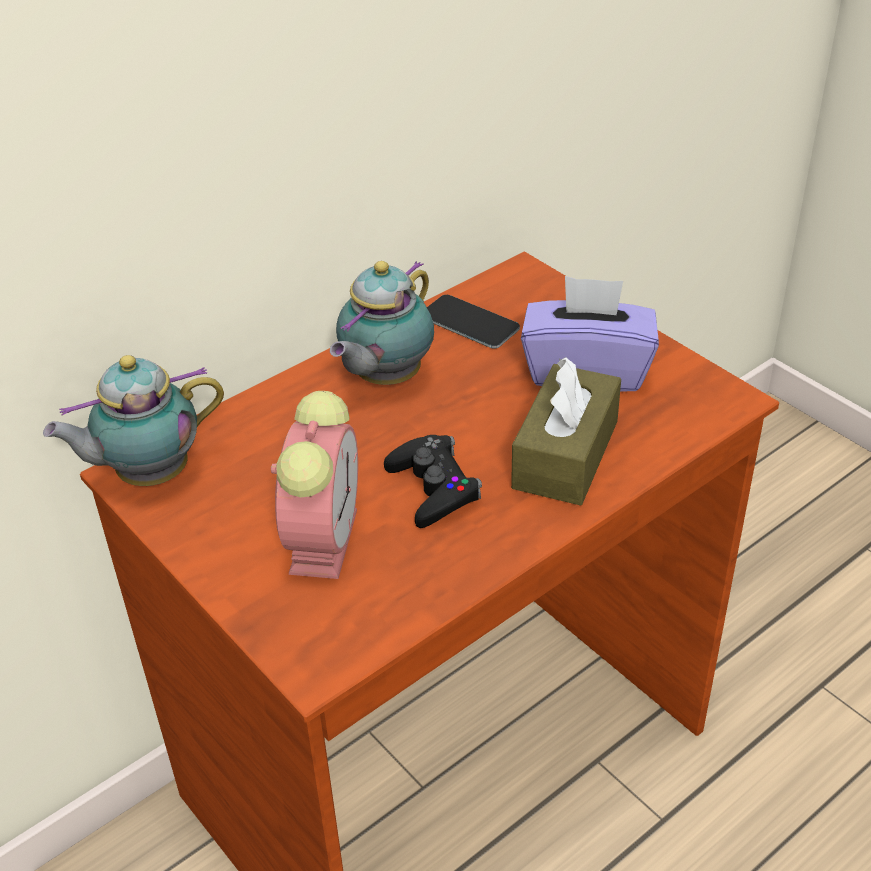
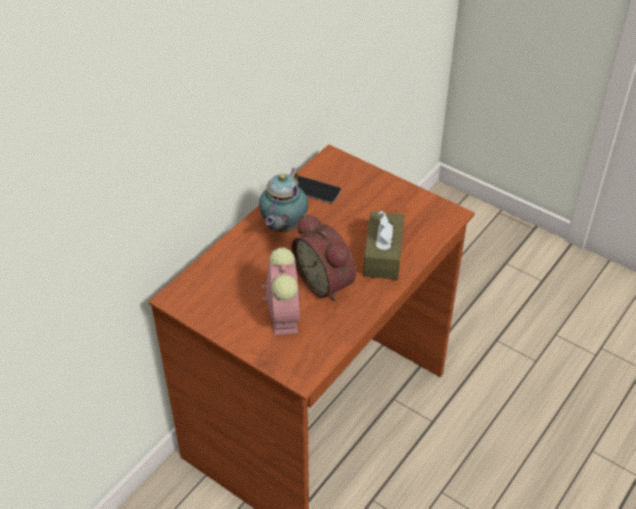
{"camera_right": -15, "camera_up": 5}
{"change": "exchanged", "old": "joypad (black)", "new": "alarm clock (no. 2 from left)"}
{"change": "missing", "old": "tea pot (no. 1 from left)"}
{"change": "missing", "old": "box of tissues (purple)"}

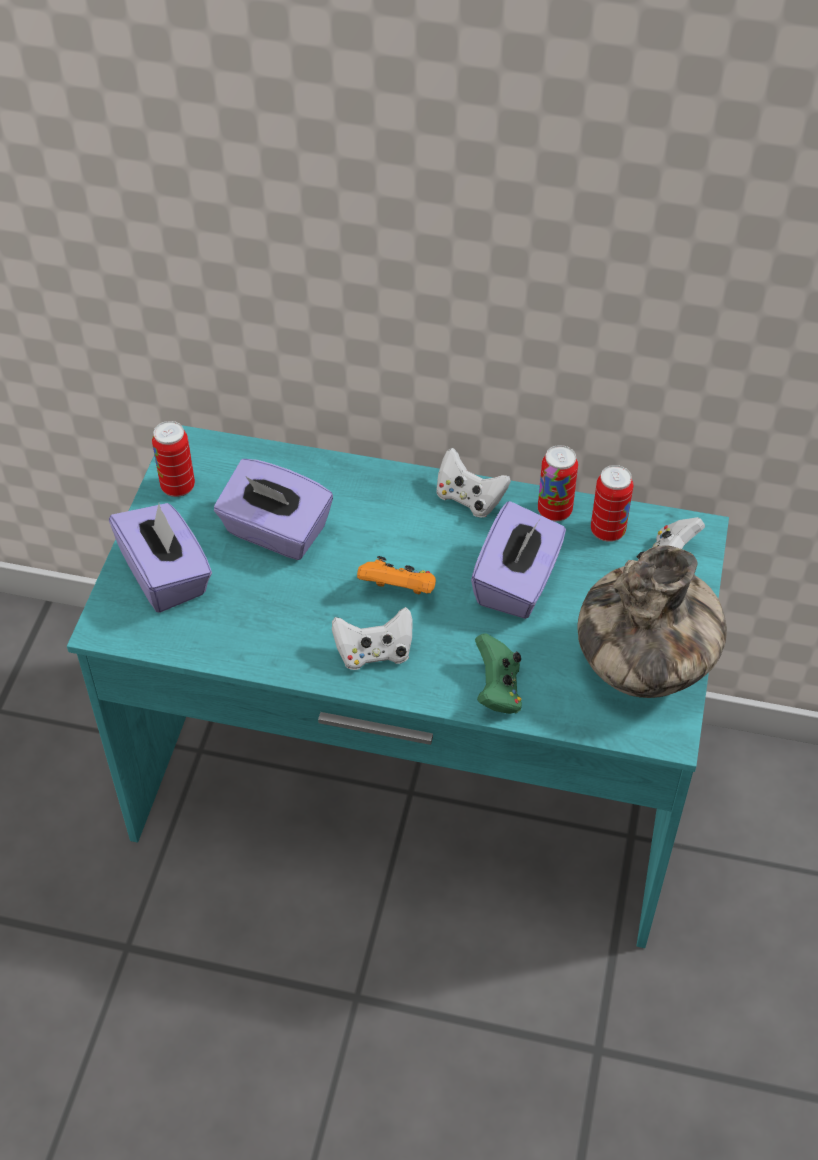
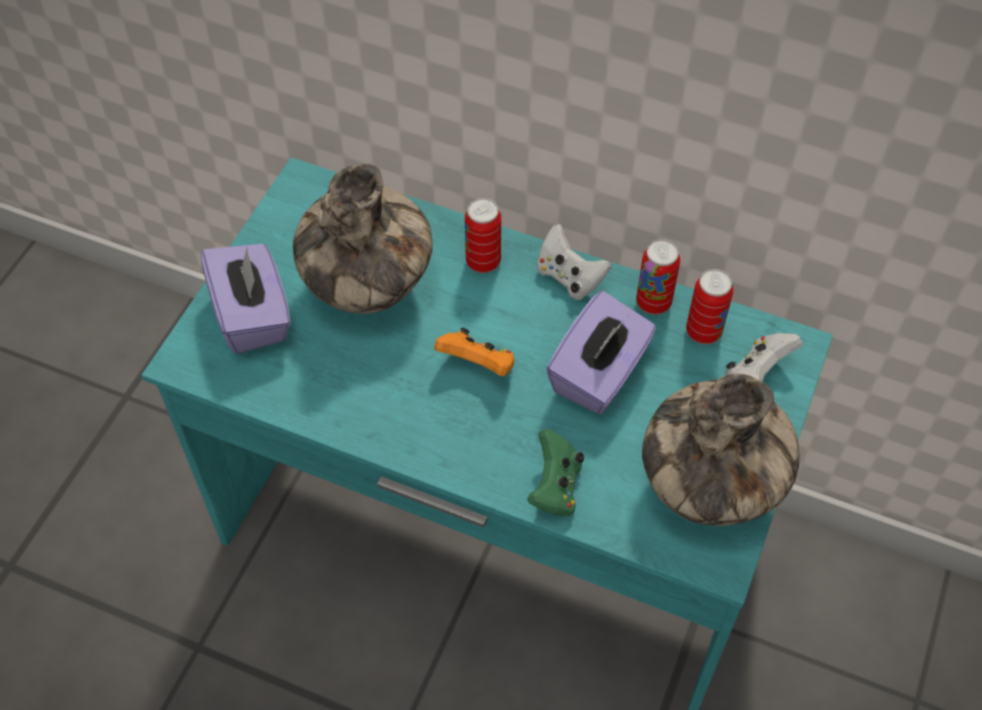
{"camera_right": 10, "camera_up": 5}
{"change": "exchanged", "old": "box of tissues (purple) (no. 2 from left)", "new": "flower vase (no. 1 from left)"}
{"change": "relocated", "old": "sealed can (no. 1 from left)"}
{"change": "missing", "old": "joypad (whitish) (no. 1 from left)"}

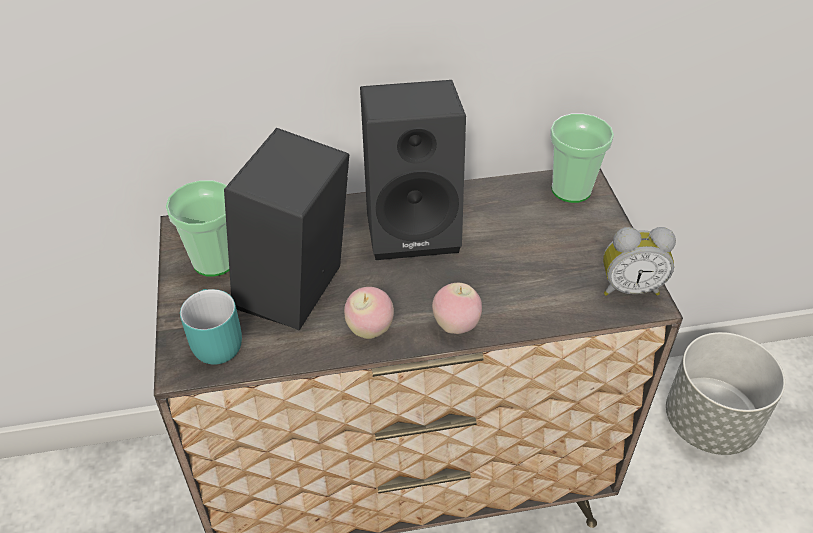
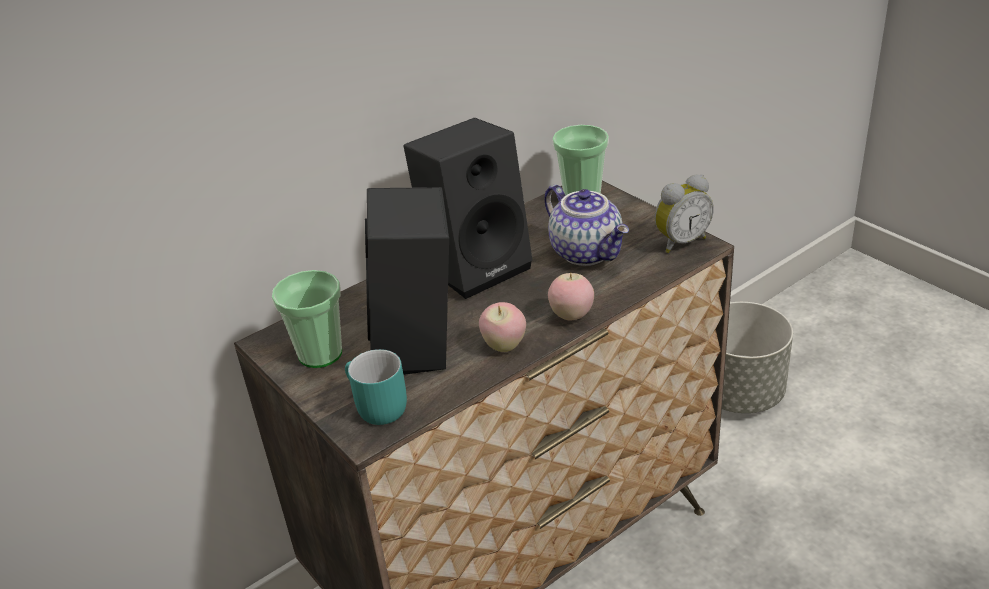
{"camera_right": -25, "camera_up": -10}
{"change": "appeared", "new": "tea pot"}

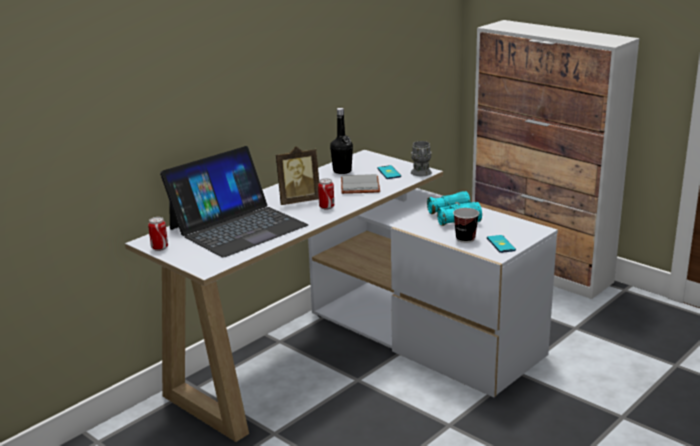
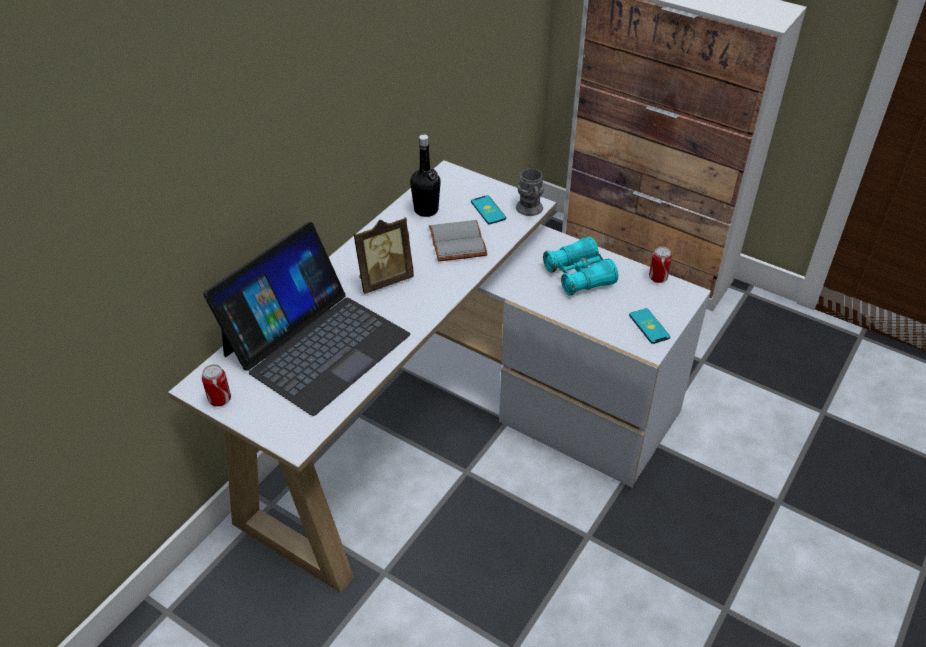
{"camera_right": -10, "camera_up": 20}
{"change": "relocated", "old": "sealed can (no. 2 from left)"}
{"change": "missing", "old": "small cup"}

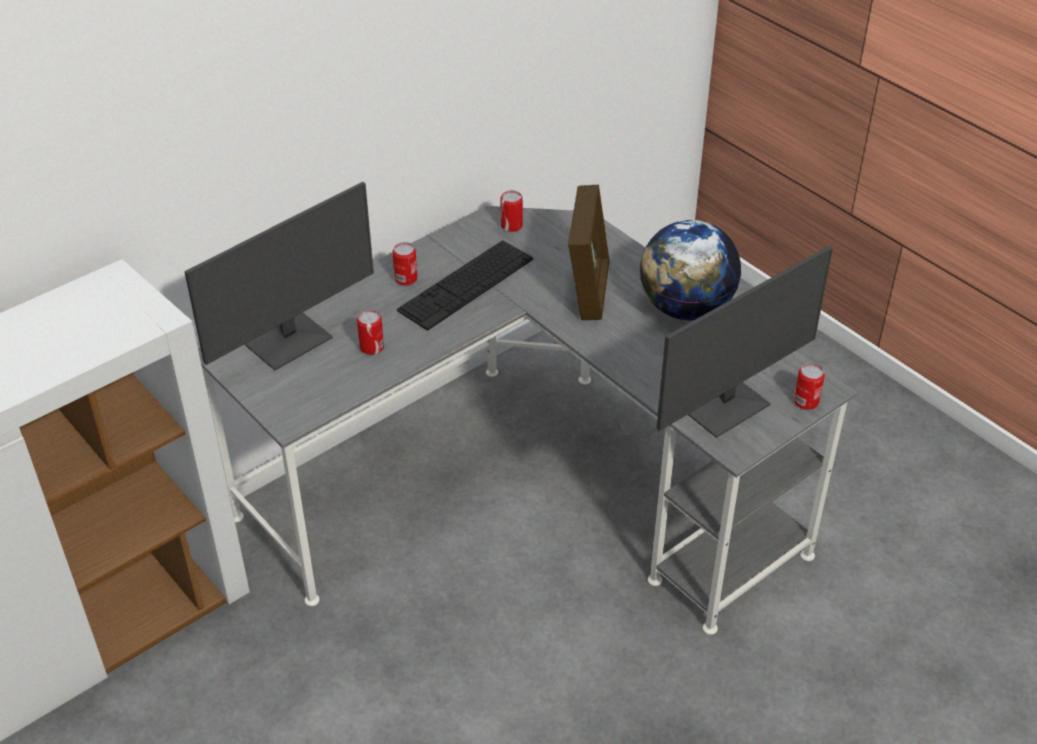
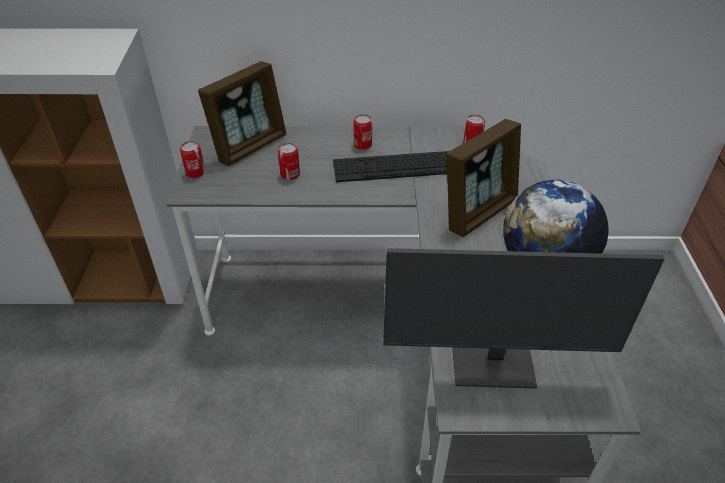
{"camera_right": 40, "camera_up": 0}
{"change": "relocated", "old": "sealed can (no. 4 from left in the first image)", "new": "sealed can (no. 1 from left)"}
{"change": "exchanged", "old": "computer screen (no. 1 from left)", "new": "standing frame (no. 1 from left)"}

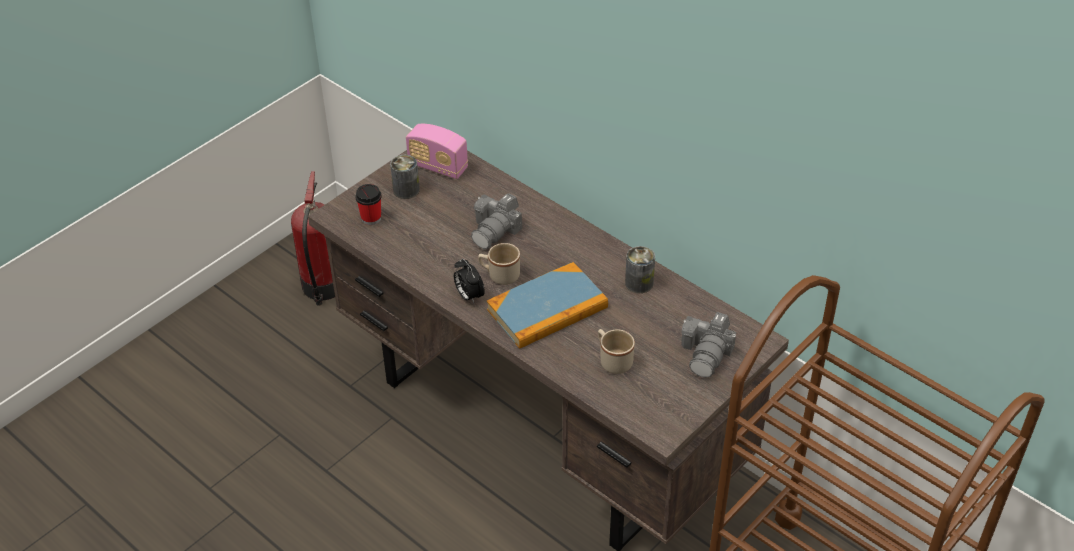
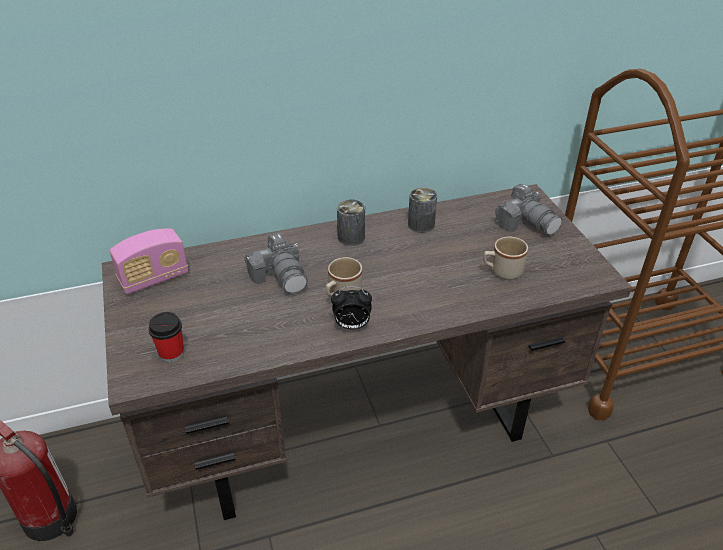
{"camera_right": -60, "camera_up": -5}
{"change": "relocated", "old": "sealed can (no. 1 from left)"}
{"change": "missing", "old": "volume"}

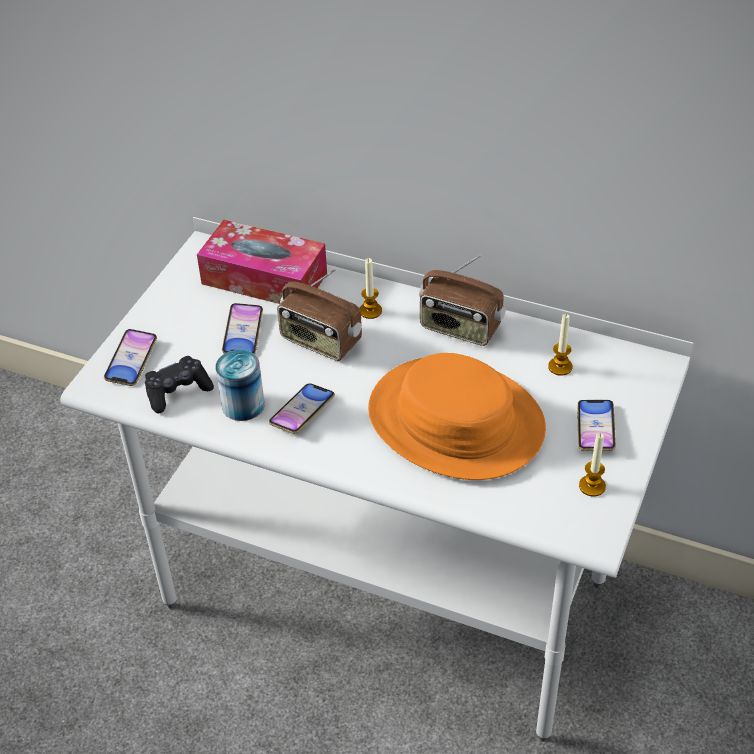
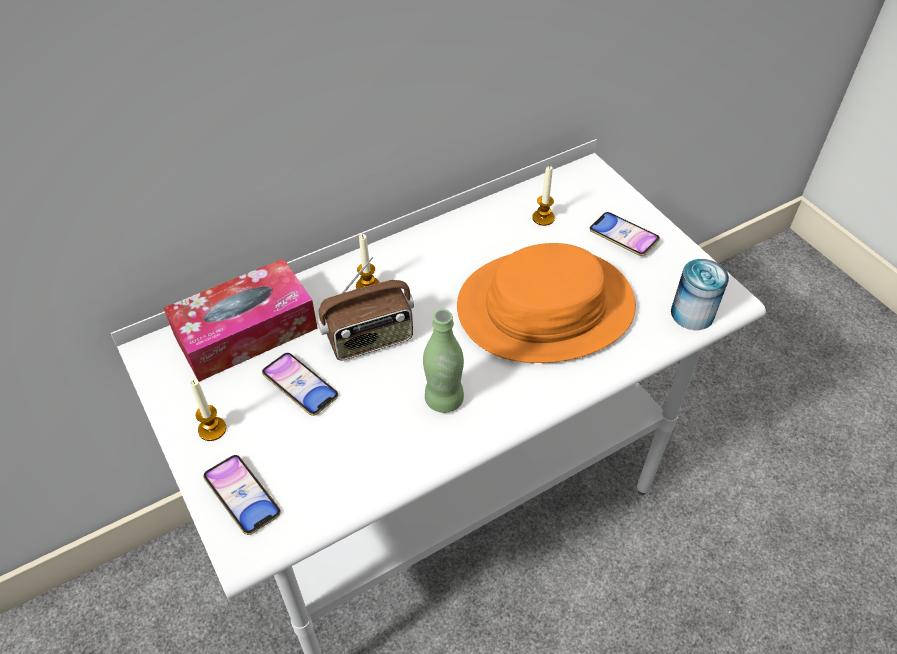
{"camera_right": -55, "camera_up": 5}
{"change": "relocated", "old": "candle (no. 3 from left in the first image)", "new": "candle (no. 1 from left)"}
{"change": "exchanged", "old": "handset (no. 3 from left)", "new": "beverage bottle (green-coloured)"}
{"change": "relocated", "old": "sealed can"}
{"change": "missing", "old": "joypad (black)"}
{"change": "missing", "old": "radio set (no. 2 from left)"}

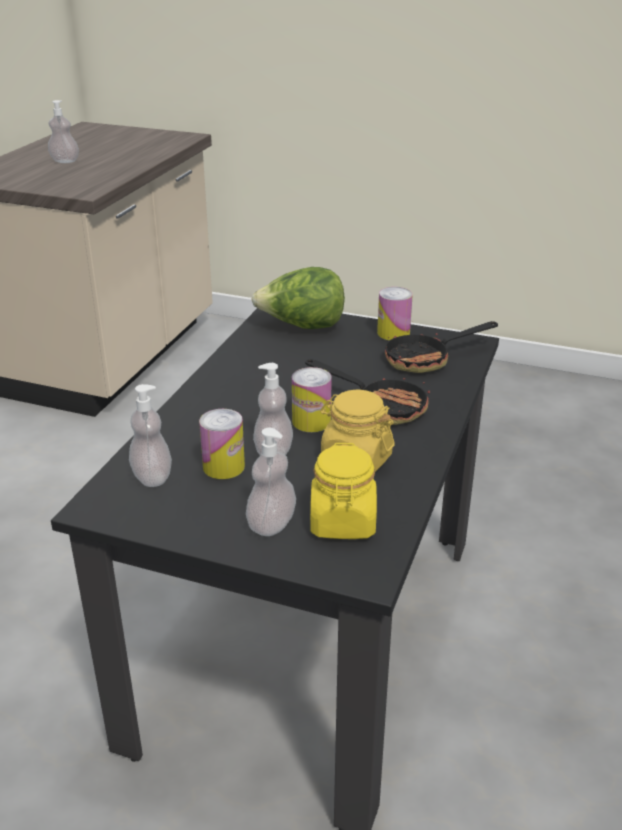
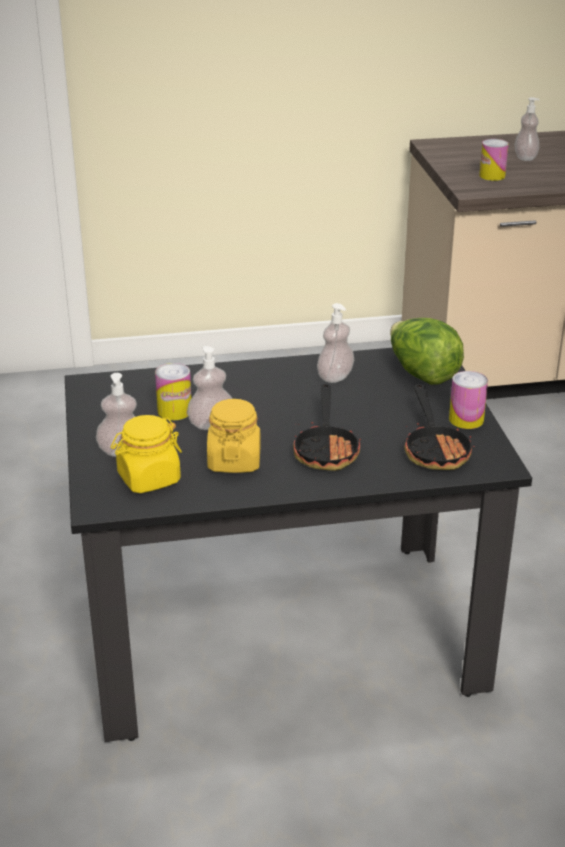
{"camera_right": 60, "camera_up": 0}
{"change": "relocated", "old": "liquid soap bottle (no. 2 from left in the first image)", "new": "liquid soap bottle (no. 3 from left)"}
{"change": "spun", "old": "skillet (no. 2 from left)", "degrees": -135}
{"change": "relocated", "old": "sealed can (no. 2 from left in the first image)", "new": "sealed can (no. 3 from left)"}

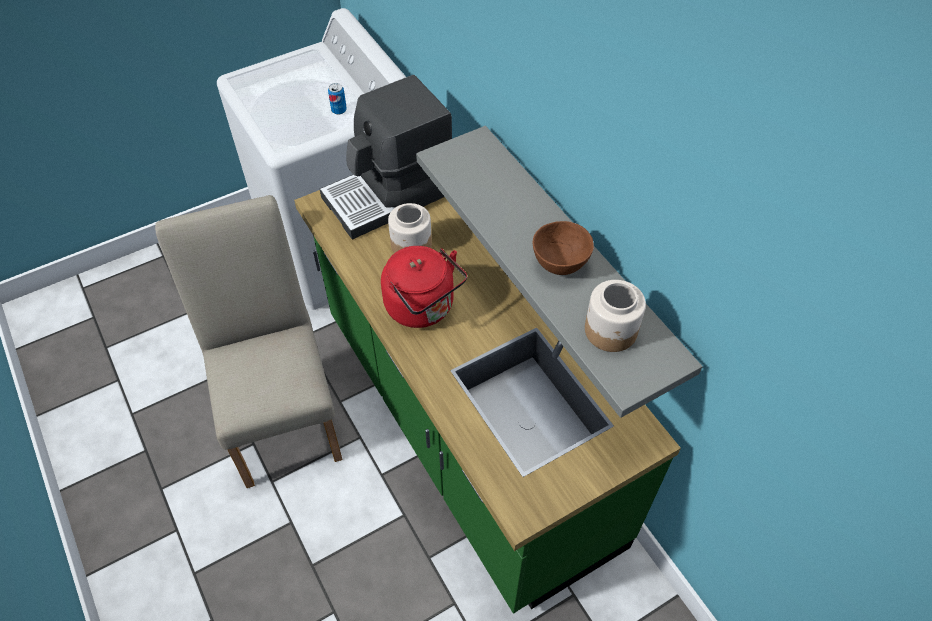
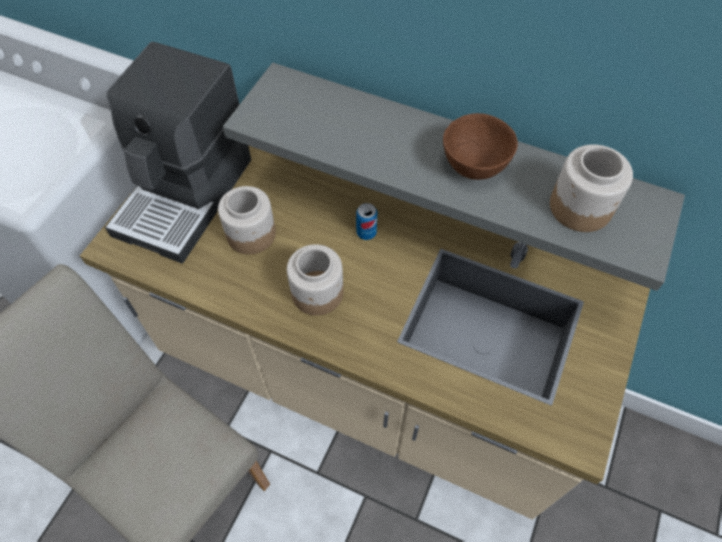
{"camera_right": -35, "camera_up": 5}
{"change": "colour", "old": "counter (green-coloured)", "new": "counter (beige)"}
{"change": "exchanged", "old": "tea kettle (red)", "new": "storage jar (no. 2 from left)"}
{"change": "relocated", "old": "sealed can"}

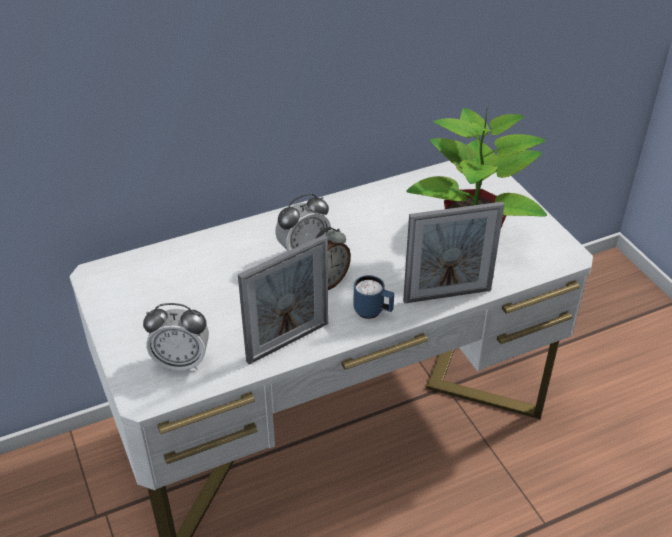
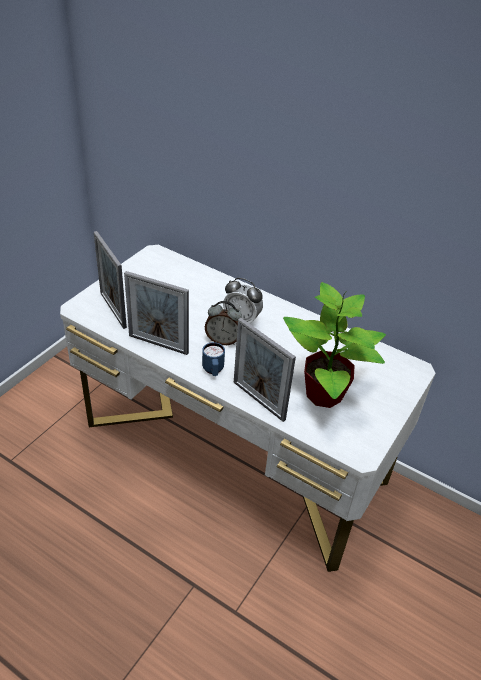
{"camera_right": 55, "camera_up": 0}
{"change": "exchanged", "old": "alarm clock (no. 1 from left)", "new": "standing frame (no. 1 from left)"}

